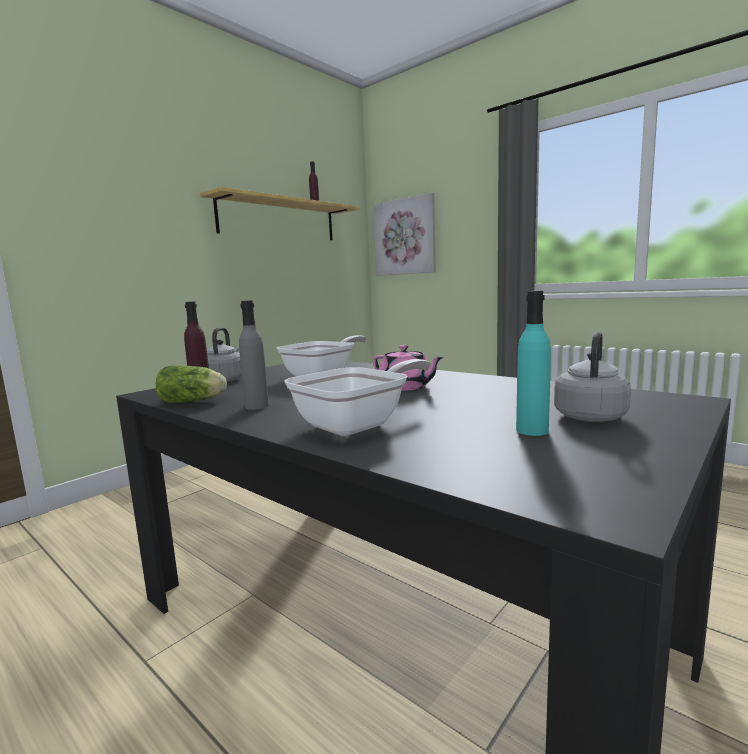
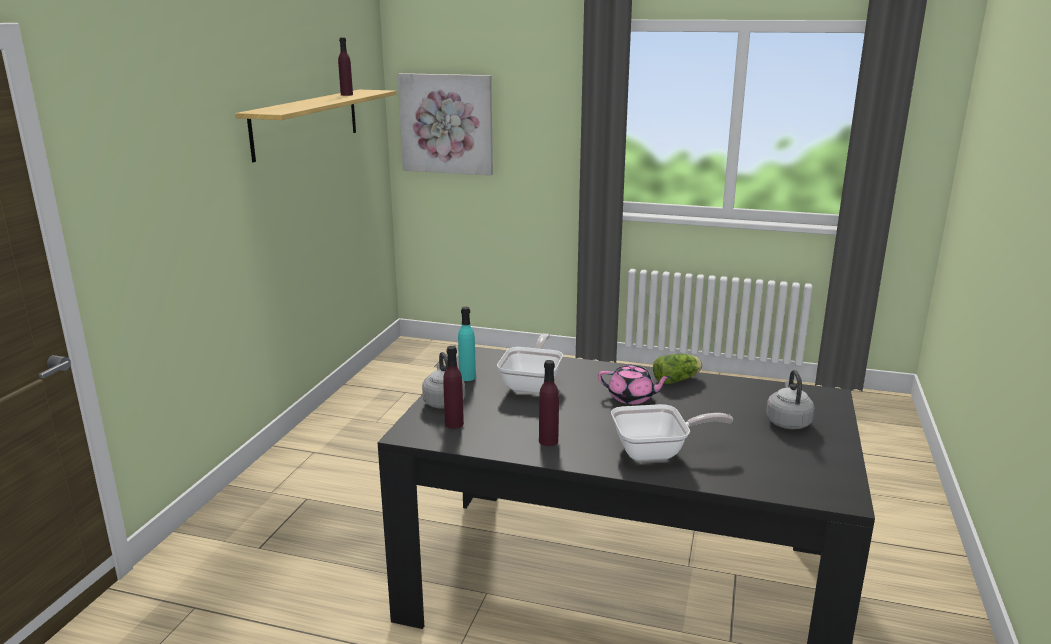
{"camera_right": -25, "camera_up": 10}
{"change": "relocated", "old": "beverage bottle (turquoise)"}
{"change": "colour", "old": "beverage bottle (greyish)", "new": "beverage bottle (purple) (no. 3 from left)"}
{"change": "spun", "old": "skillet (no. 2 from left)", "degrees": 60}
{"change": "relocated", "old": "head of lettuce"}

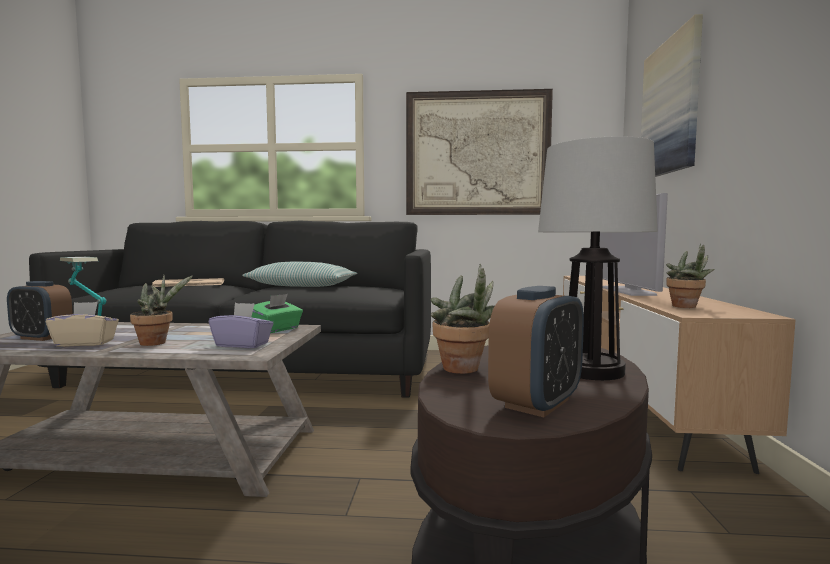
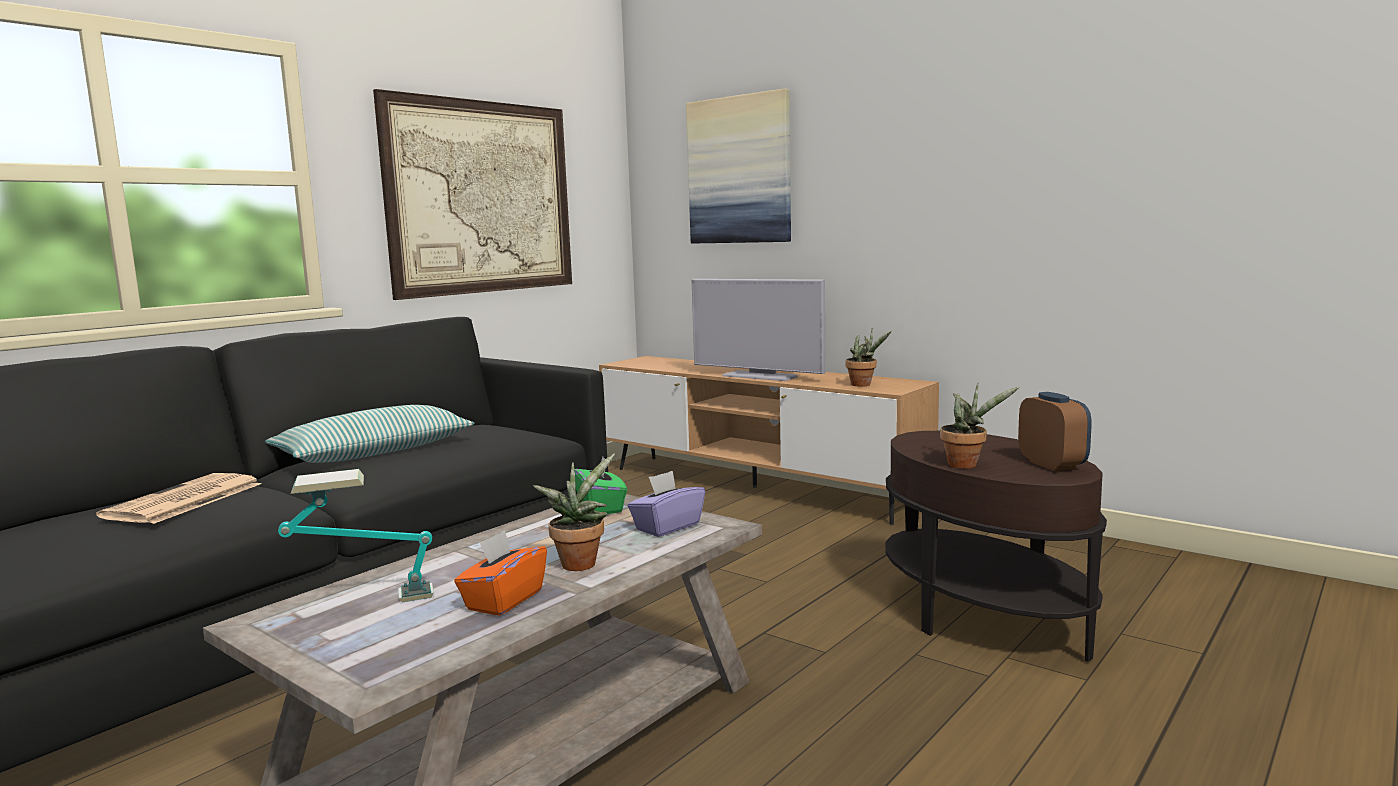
{"camera_right": -55, "camera_up": 5}
{"change": "colour", "old": "box of tissues (beige)", "new": "box of tissues (orangey)"}
{"change": "missing", "old": "alarm clock (no. 1 from left)"}
{"change": "missing", "old": "lamp for a table (no. 2 from left)"}

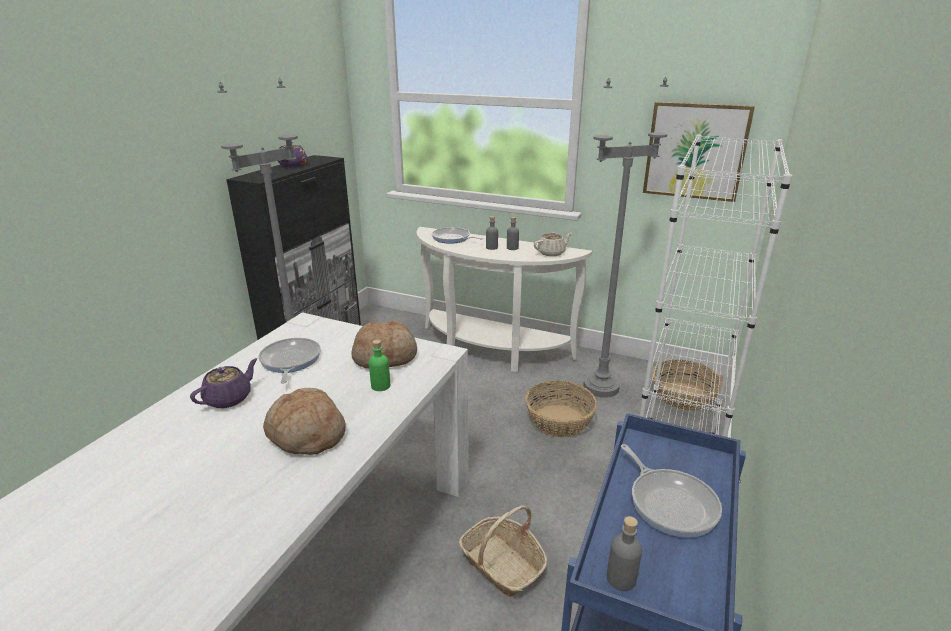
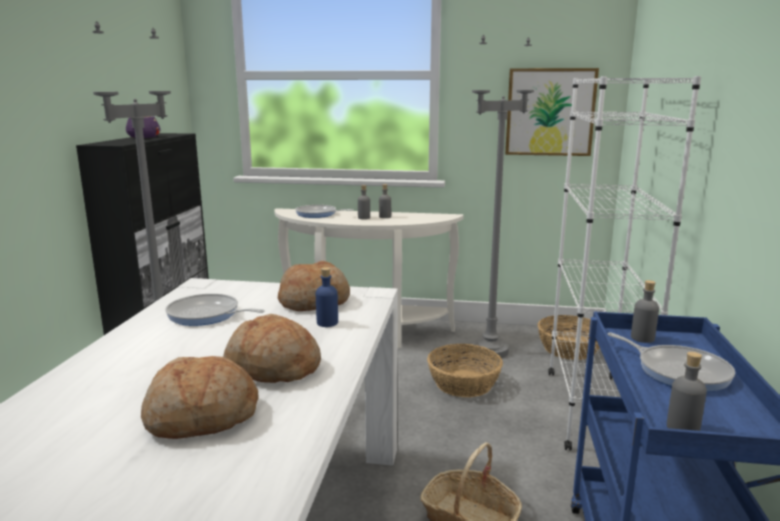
{"camera_right": -15, "camera_up": -10}
{"change": "appeared", "new": "baked bread (no. 1 from left)"}
{"change": "spun", "old": "skillet (no. 1 from left)", "degrees": -45}
{"change": "colour", "old": "beverage bottle (green-coloured)", "new": "beverage bottle (blue)"}
{"change": "appeared", "new": "beverage bottle (greyish) (no. 3 from left)"}
{"change": "missing", "old": "tea pot (purple) (no. 1 from left)"}
{"change": "missing", "old": "tea pot (beige)"}

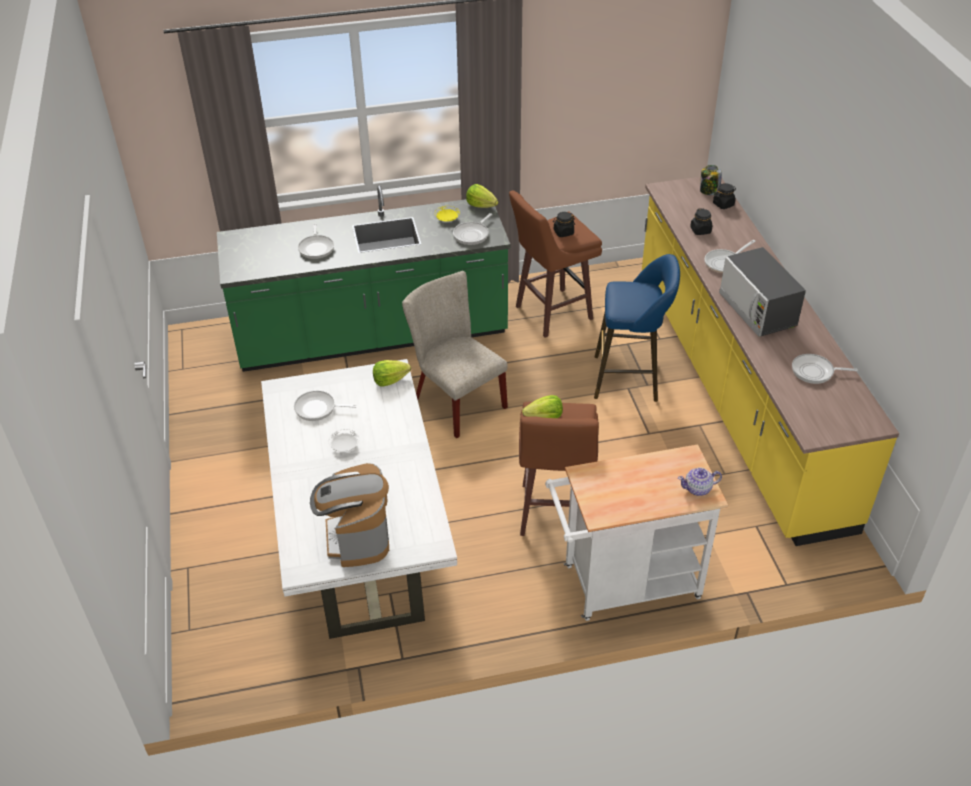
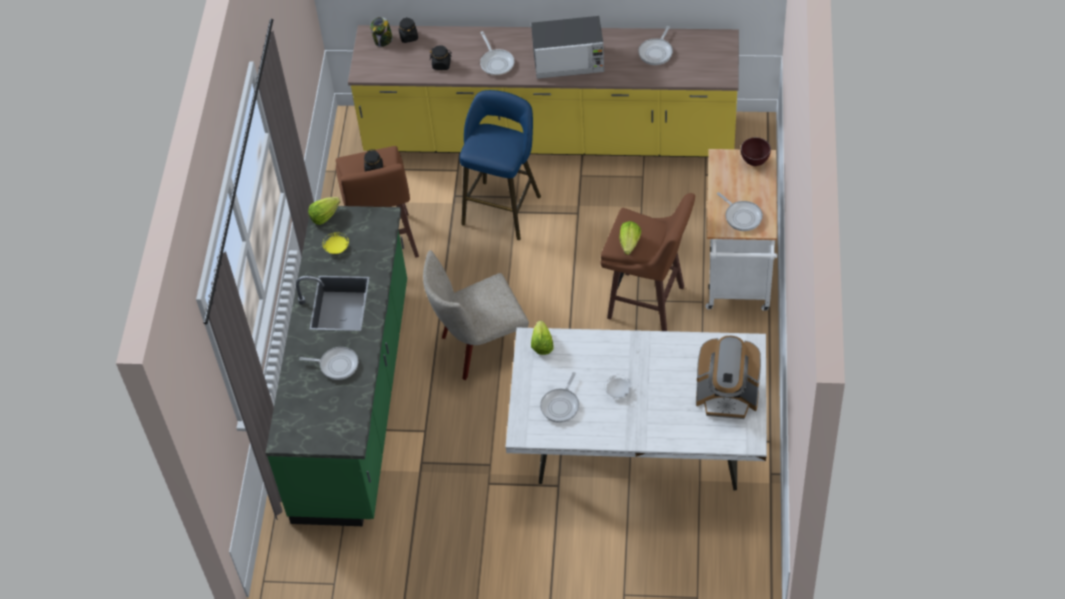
{"camera_right": -70, "camera_up": 10}
{"change": "relocated", "old": "skillet (no. 3 from left in the first image)", "new": "skillet (no. 5 from left)"}
{"change": "exchanged", "old": "tea pot", "new": "serving bowl (brown-coloured)"}

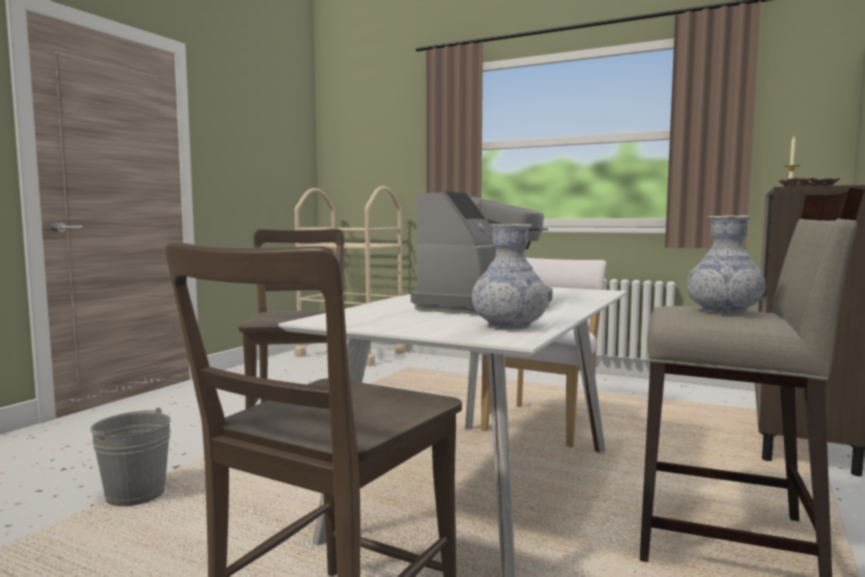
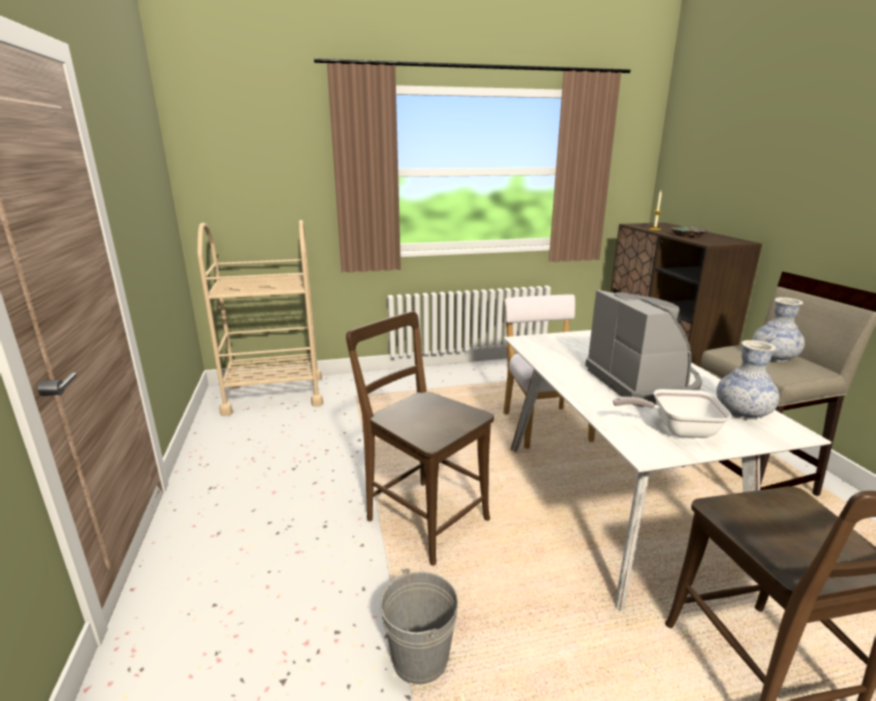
{"camera_right": -40, "camera_up": 15}
{"change": "appeared", "new": "skillet"}

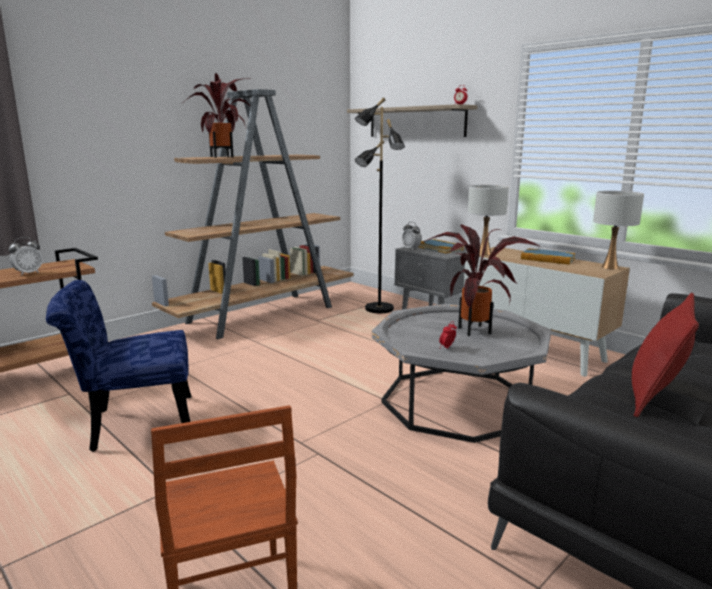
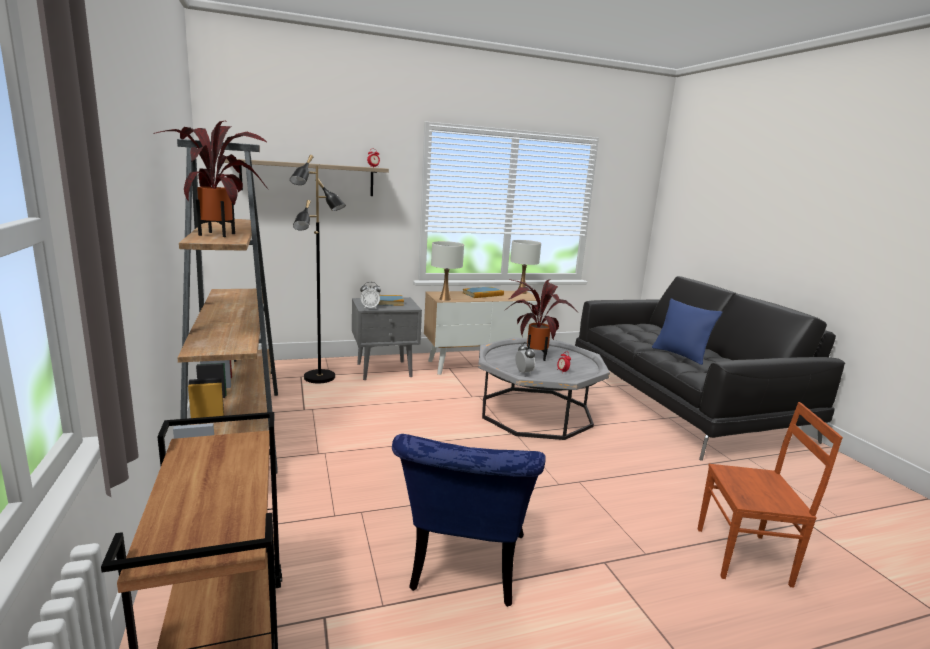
{"camera_right": -65, "camera_up": 0}
{"change": "relocated", "old": "alarm clock (no. 1 from left in the first image)", "new": "alarm clock (no. 3 from left)"}
{"change": "colour", "old": "cushion (red)", "new": "cushion (blue)"}

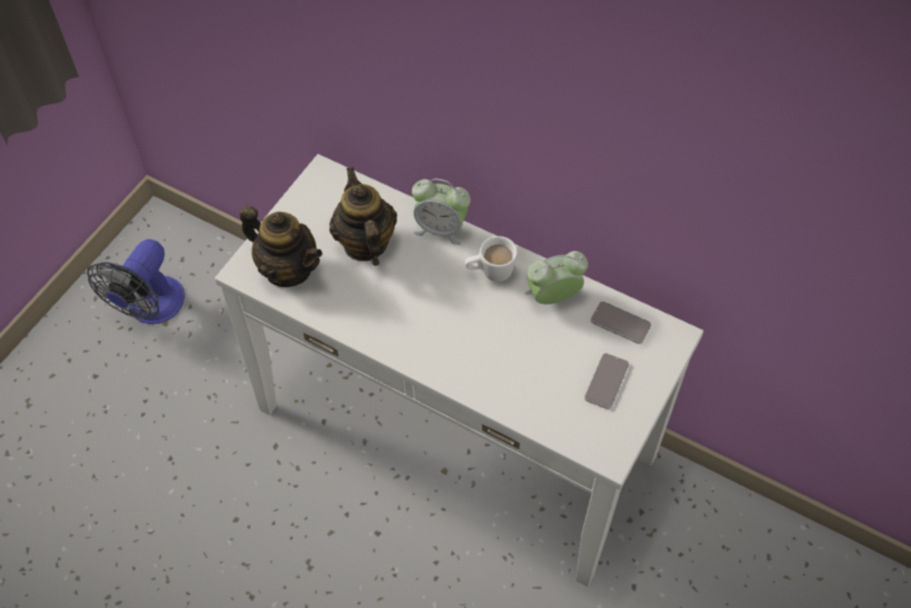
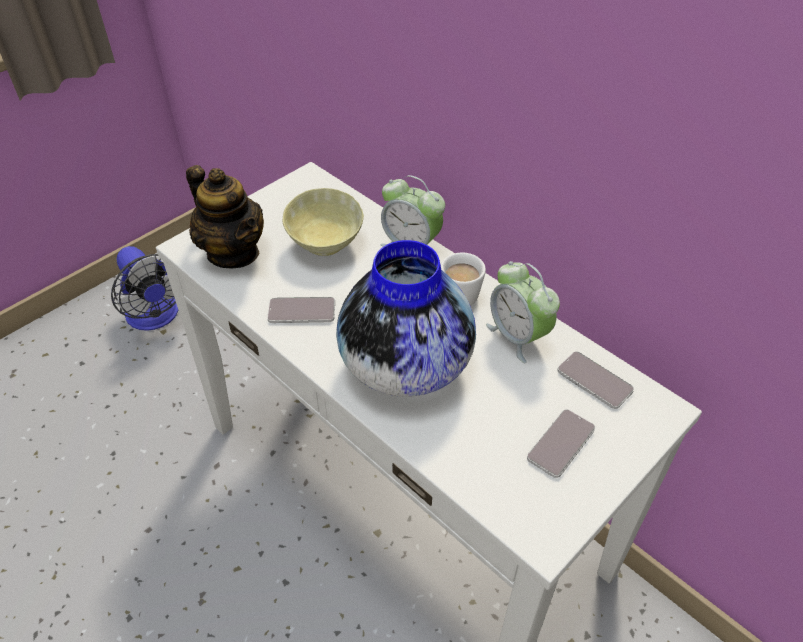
{"camera_right": 15, "camera_up": -10}
{"change": "spun", "old": "electric fan", "degrees": -75}
{"change": "appeared", "new": "handset (no. 1 from left)"}
{"change": "exchanged", "old": "tea pot (no. 2 from left)", "new": "serving bowl (beige)"}
{"change": "appeared", "new": "flower vase"}
{"change": "spun", "old": "alarm clock (no. 2 from left)", "degrees": -120}

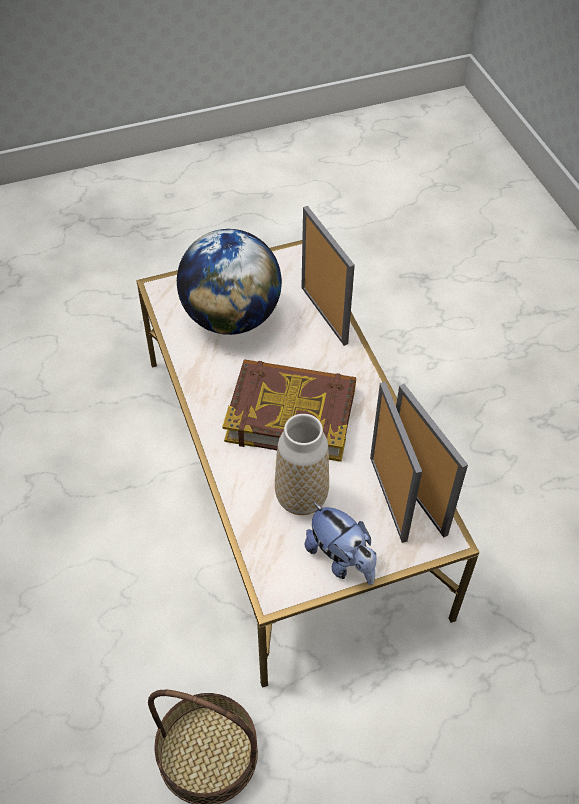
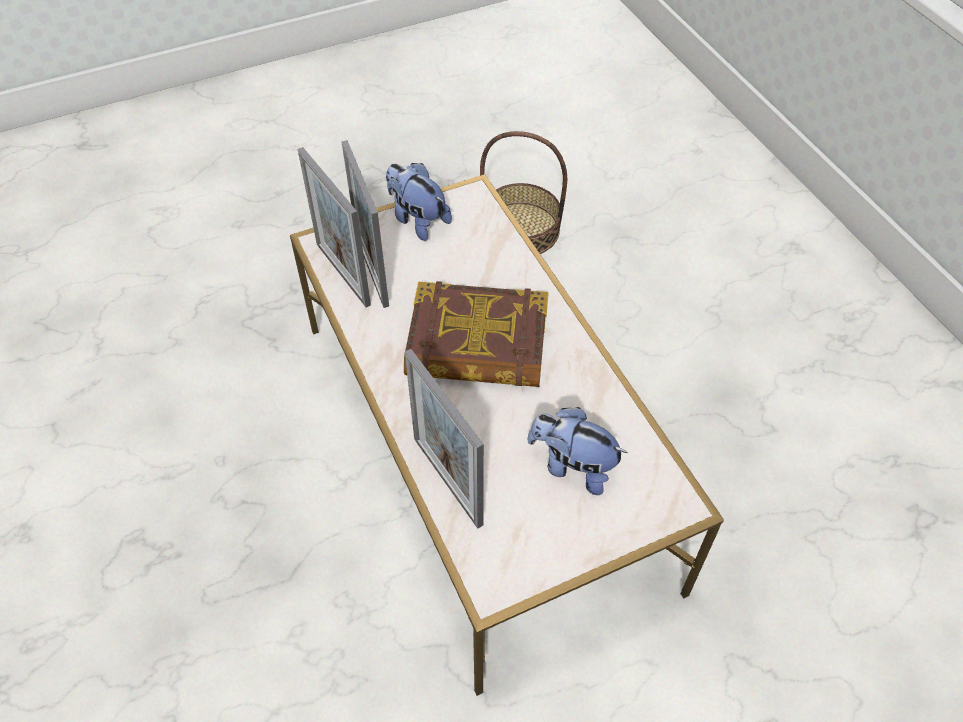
{"camera_right": 175, "camera_up": 0}
{"change": "exchanged", "old": "globe", "new": "cuddly toy (no. 2 from left)"}
{"change": "missing", "old": "flower vase"}

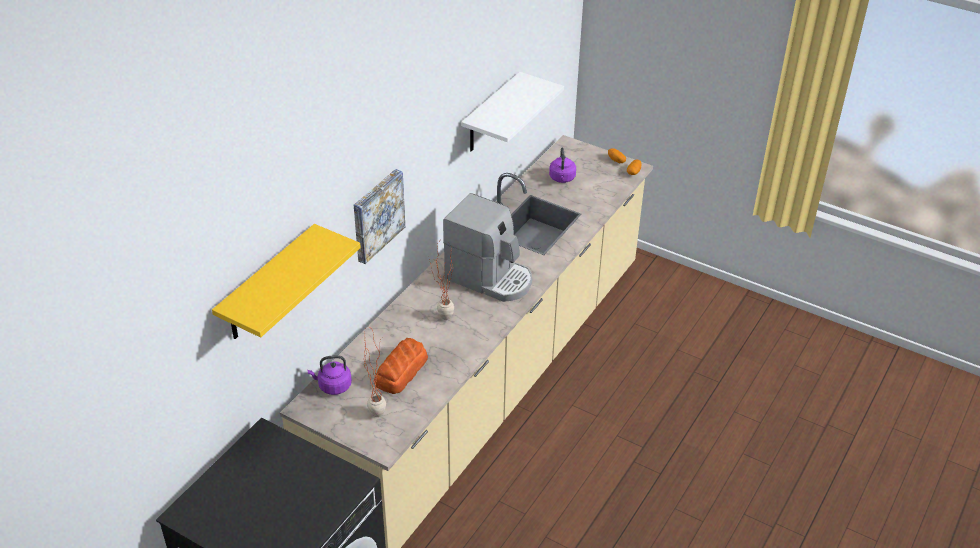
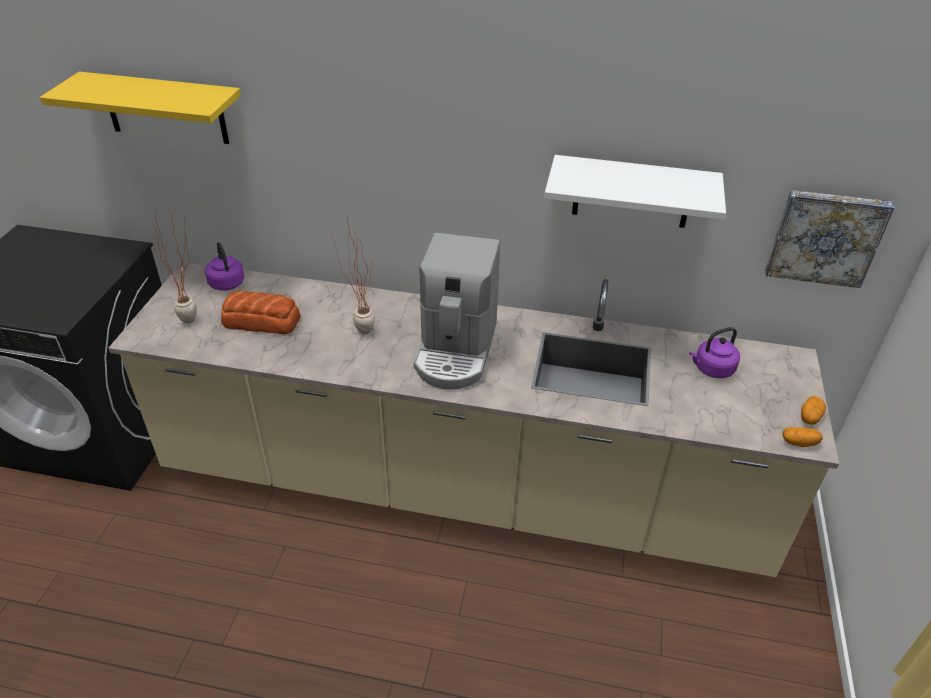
{"camera_right": 70, "camera_up": 0}
{"change": "relocated", "old": "wall picture"}

